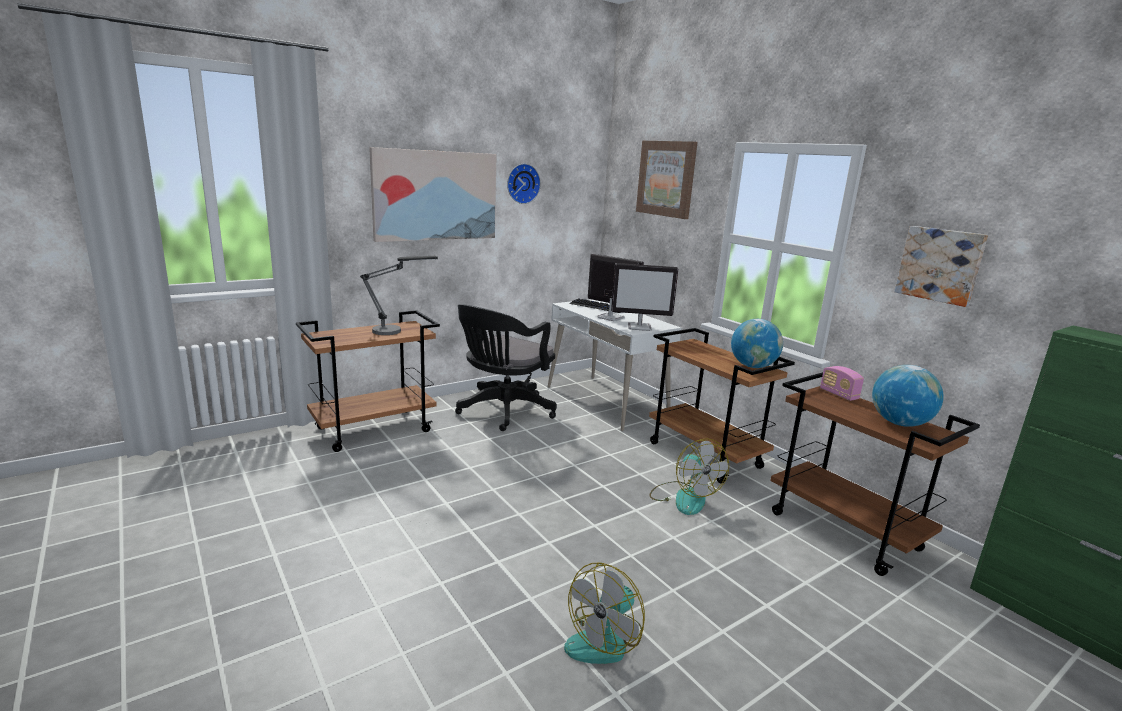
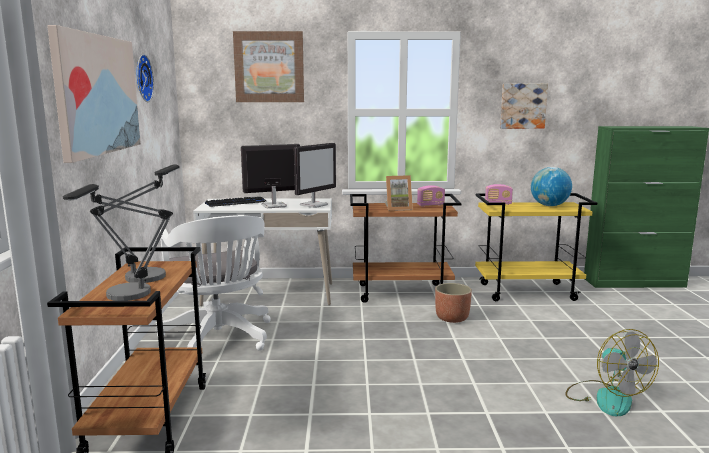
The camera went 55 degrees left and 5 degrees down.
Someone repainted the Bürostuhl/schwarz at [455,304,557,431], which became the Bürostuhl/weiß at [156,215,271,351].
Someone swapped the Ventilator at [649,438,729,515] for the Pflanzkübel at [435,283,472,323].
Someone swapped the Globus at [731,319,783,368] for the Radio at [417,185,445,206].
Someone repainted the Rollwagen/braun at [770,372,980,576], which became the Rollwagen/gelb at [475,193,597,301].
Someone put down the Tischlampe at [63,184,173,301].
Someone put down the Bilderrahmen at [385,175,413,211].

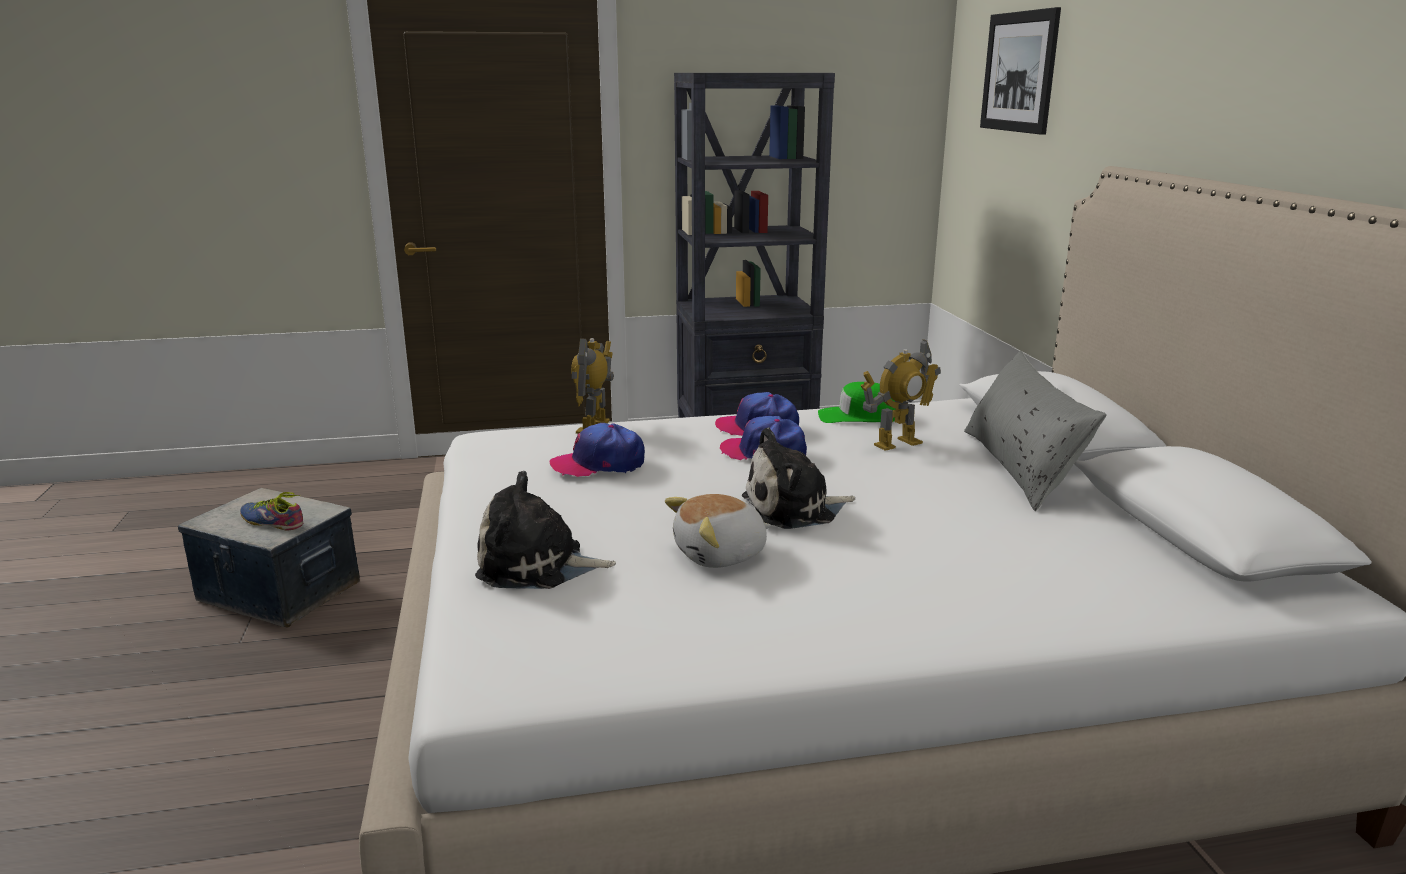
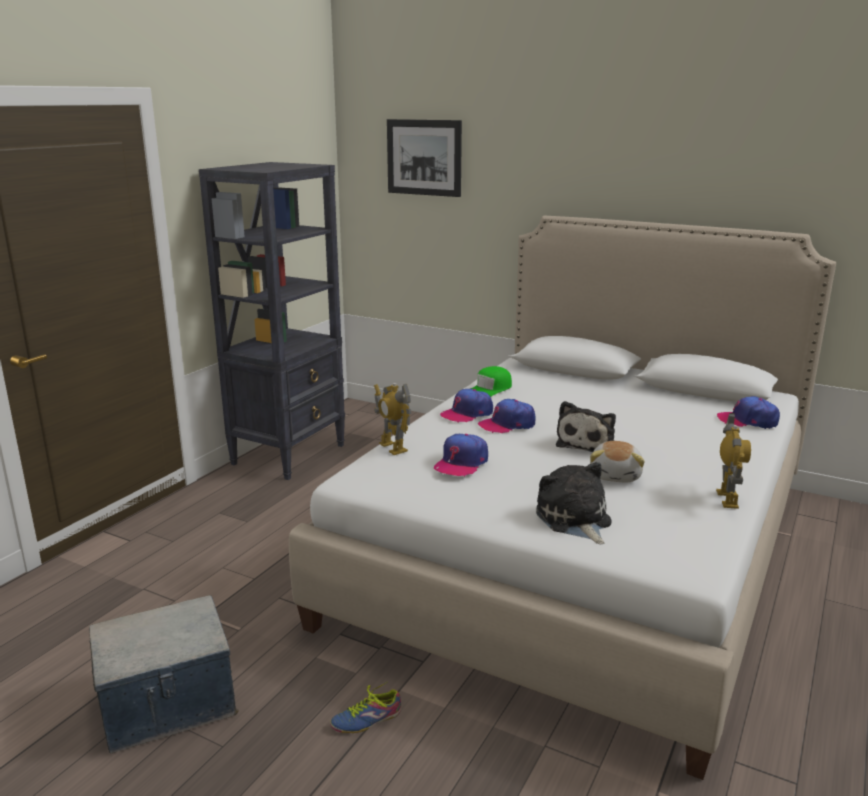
The camera went 50 degrees left and 0 degrees up.
Someone carried the Schuh from [240,492,303,530] to [330,682,401,733].
Someone rotated the Plüschtier at [475,471,616,589] by 120 degrees clockwise.
Someone carried the Spielzeugroboter from [861,339,941,451] to [716,413,751,509].
Someone took away the Kissen/grau at [964,351,1107,511].
Someone put down the Kappe at [717,396,780,429].

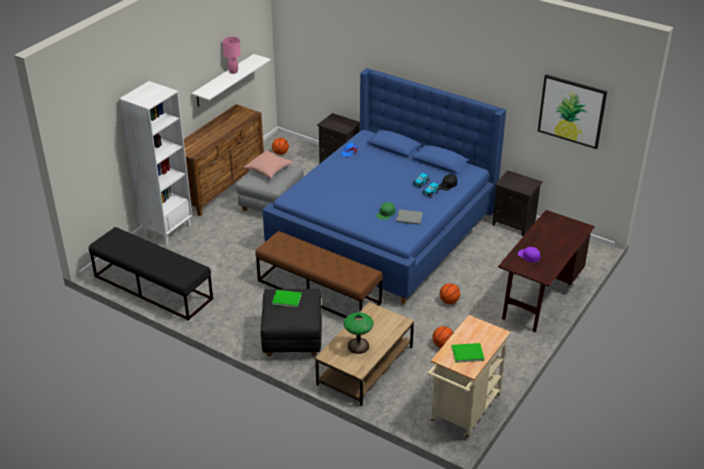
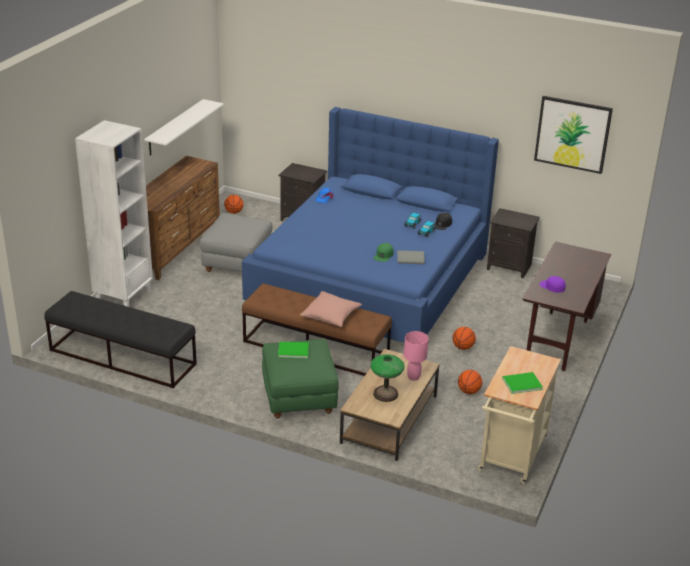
The camera went 10 degrees left and 5 degrees down.
Someone carried the Tischlampe/rosa from [223,37,241,74] to [404,331,428,381].
Someone carried the Kissen/rosa from [244,150,293,178] to [300,291,362,327].
Someone repainted the Polsterhocker/schwarz at [261,289,322,357], which became the Polsterhocker/grün at [262,339,339,418].

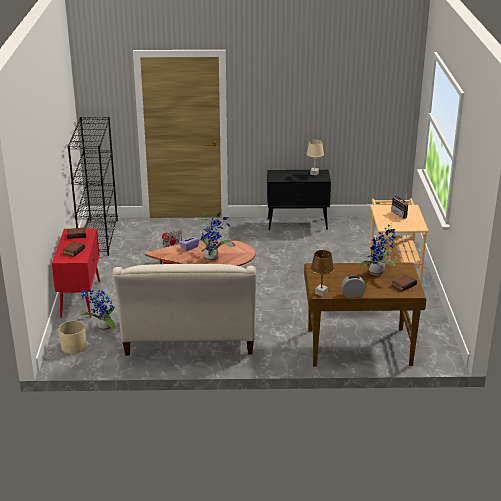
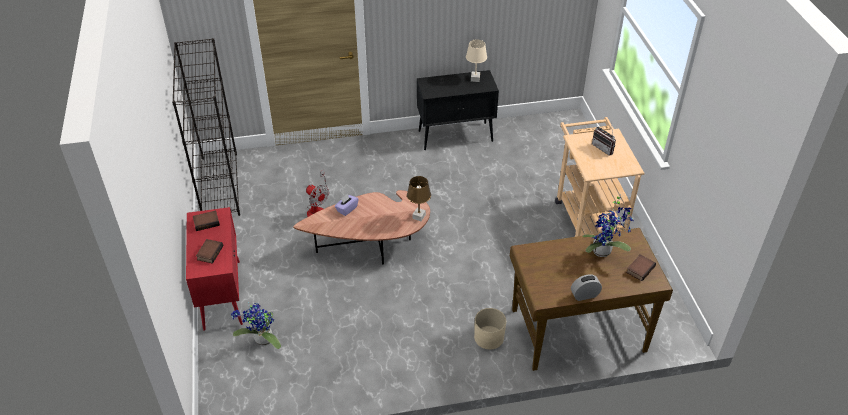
The camera went 10 degrees left and 15 degrees up.
Someone carried the Pflanzkübel/beige from [59,321,86,354] to [474,308,506,349].
Someone took away the Sofa/beige at [113,264,256,356].
Someone took away the Topfpflanze at [201,213,232,261].
Someone carried the Tischlampe/braun from [311,250,334,296] to [407,176,431,221].

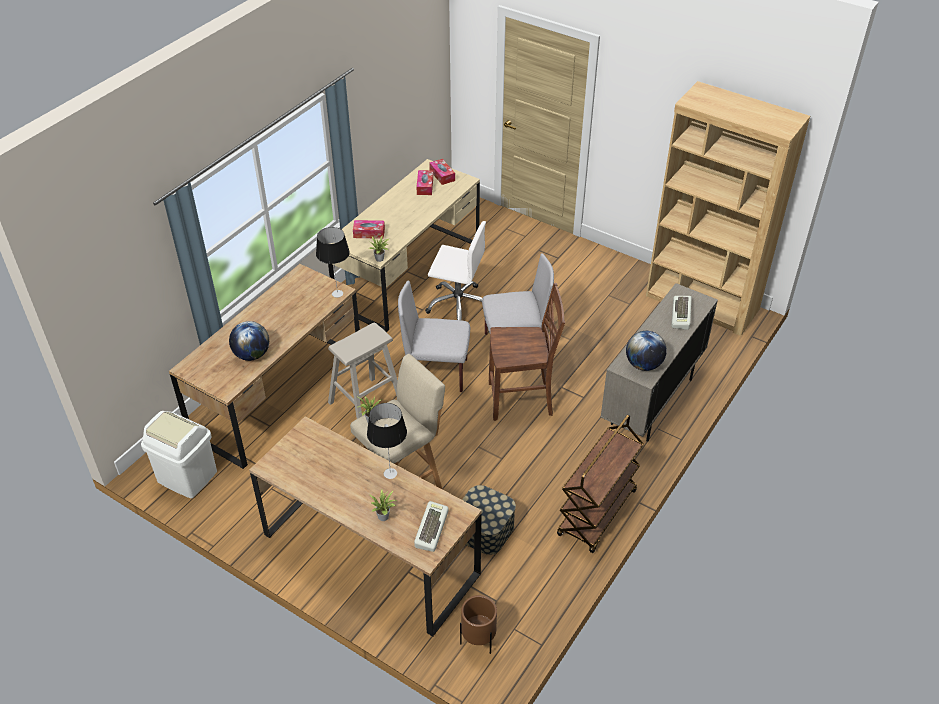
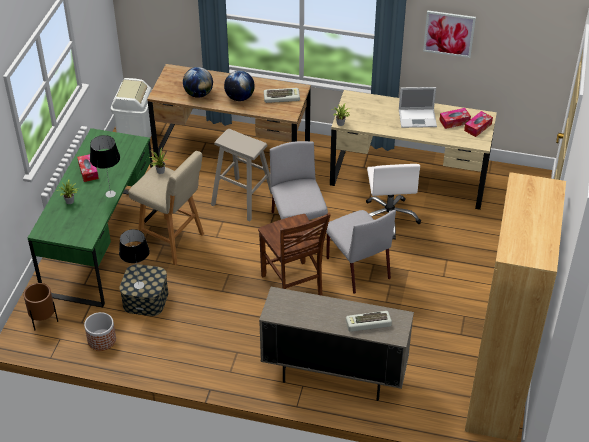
The camera went 70 degrees right and 0 degrees up.
Someone repainted the Schreibtisch/braun at [249,416,482,637], which became the Schreibtisch/grün at [28,128,153,308].
Someone carried the Tischlampe from [316,227,350,298] to [119,229,150,289].
Someone carried the Taschentuchbox from [353,220,385,239] to [77,154,99,182].
Someone carried the Tastatur from [414,501,449,552] to [264,88,300,103].
Someone took away the Rollwagen/braun at [557,415,644,553].
Someone carried the Globus from [626,331,667,371] to [224,71,255,101].
Someone put down the Pflanzkübel at [84,312,116,351].
Someone put down the Laptop at [399,87,437,128].
Someone put up the Bild at [423,10,476,58].

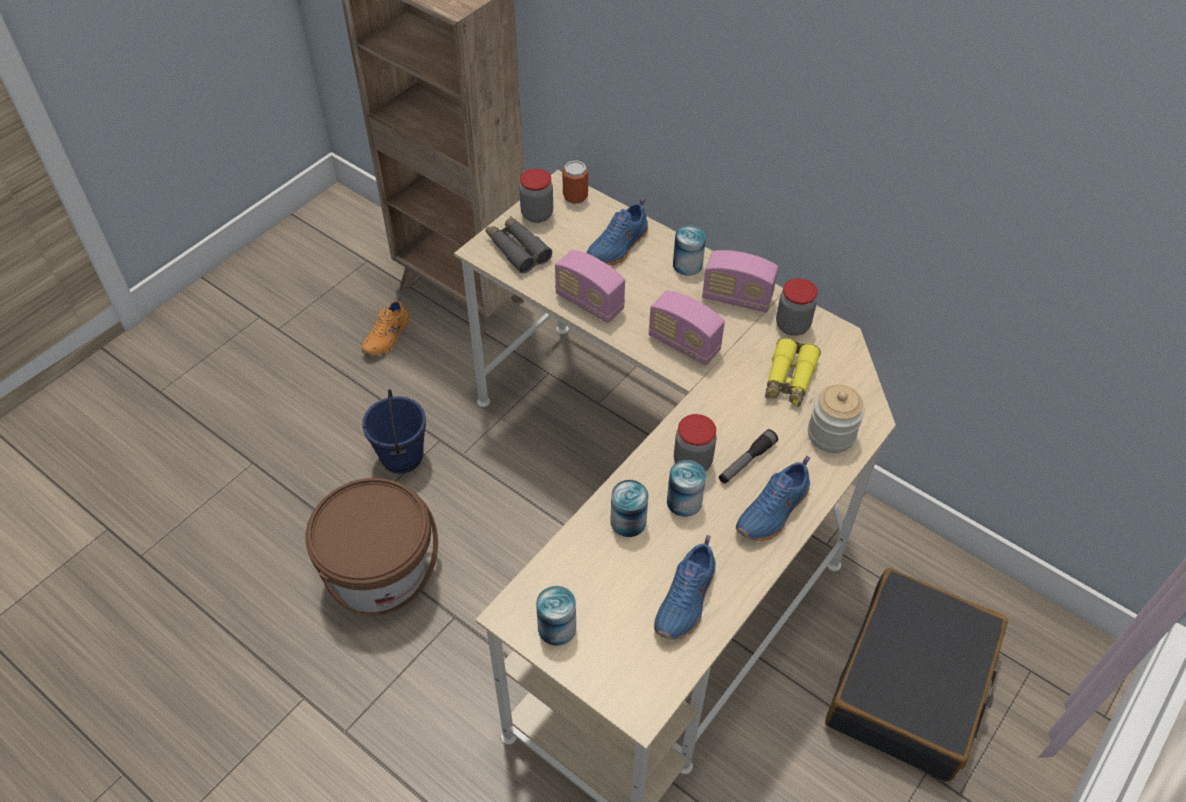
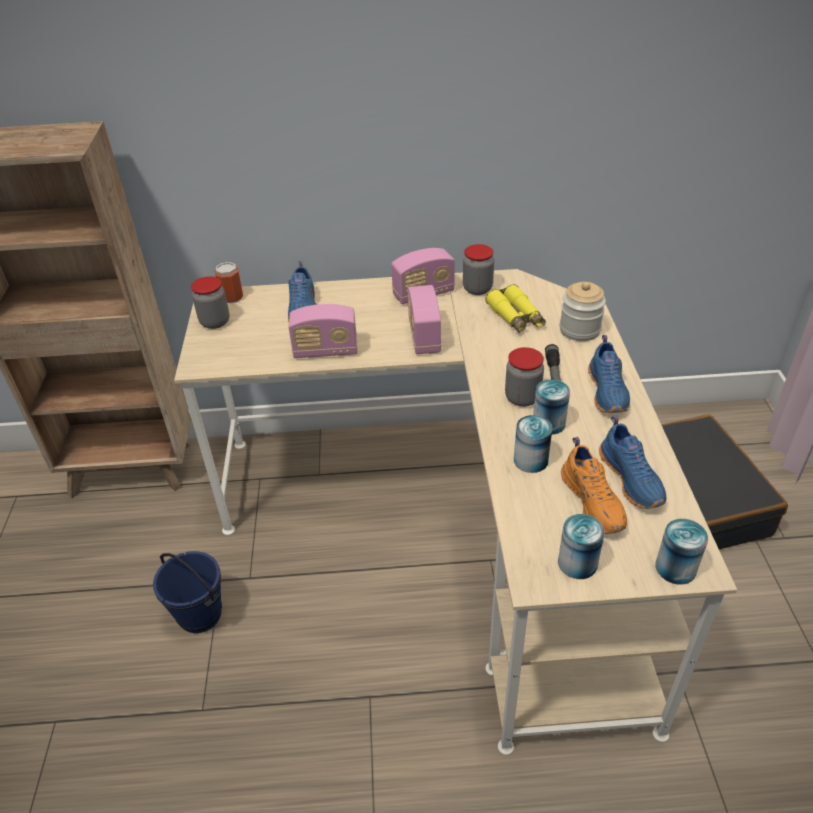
The camera went 40 degrees left and 10 degrees down.
Someone took away the Eimer/braun at [305,478,438,616].
Someone carried the Schuh/orange from [362,295,410,356] to [561,437,627,534].
Someone took away the Fernglas/grau at [485,216,552,273].
Someone rotated the Radio at [648,290,725,365] by 90 degrees clockwise.
Someone carried the Dose from [673,225,706,276] to [655,519,708,585].

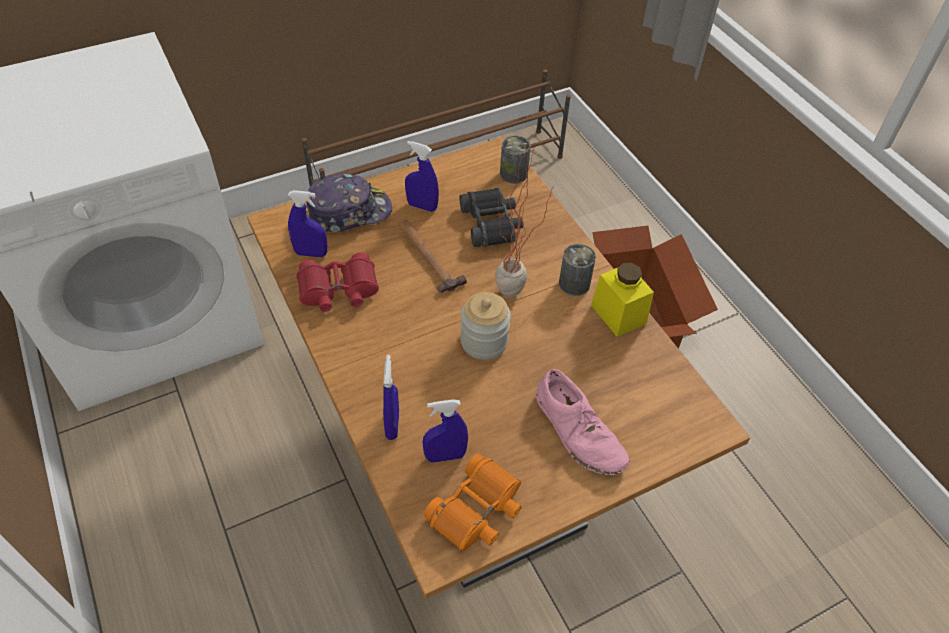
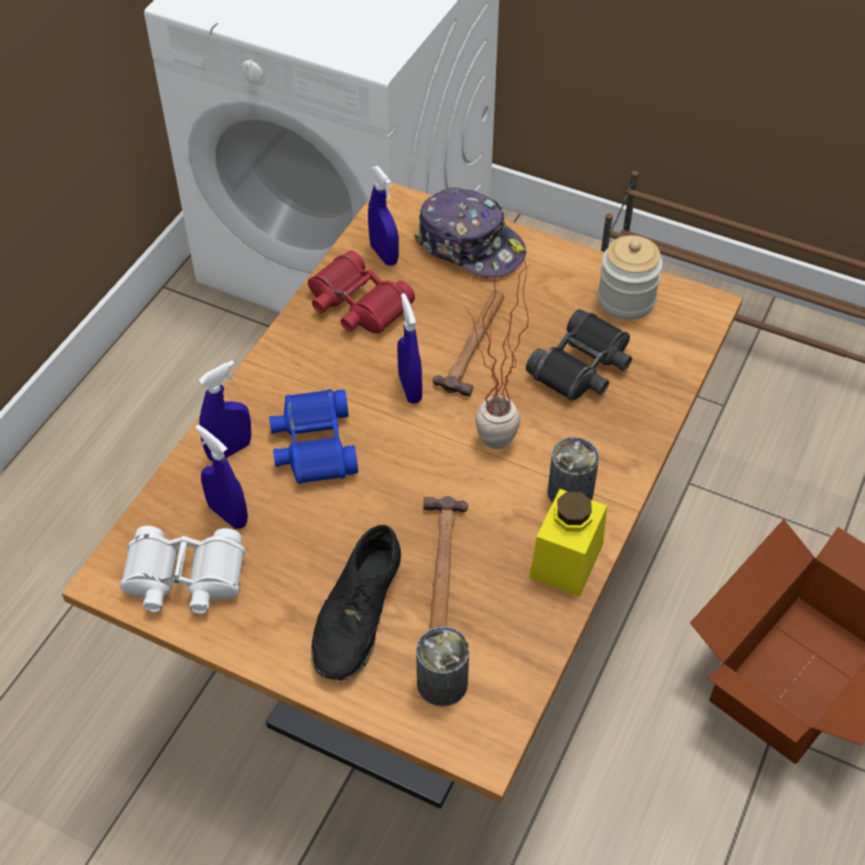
The camera went 55 degrees right and 0 degrees up.
Someone carried the Sprühflasche/blau from [405,141,439,212] to [397,293,422,404].
Someone repainted the Fernglas/orange at [424,454,521,551], which became the Fernglas/weiß at [120,526,245,614].
Someone carried the Vorratsglas from [460,292,511,360] to [598,235,663,320].
Someone carried the Dose from [500,136,531,184] to [416,627,469,707].
Someone repainted the Schuh/rosa at [536,369,630,475], which became the Schuh/schwarz at [311,525,401,680].
Someone put down the Fernglas/blau at [269,389,358,484].
Someone put down the Hammer at [423,496,468,630].

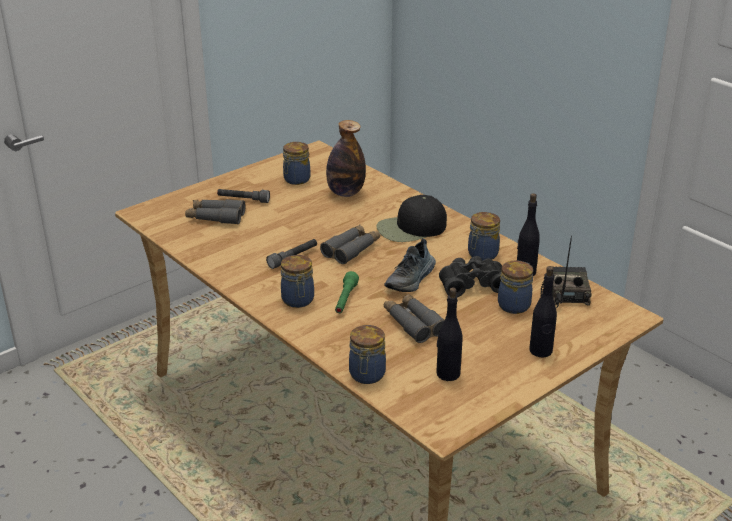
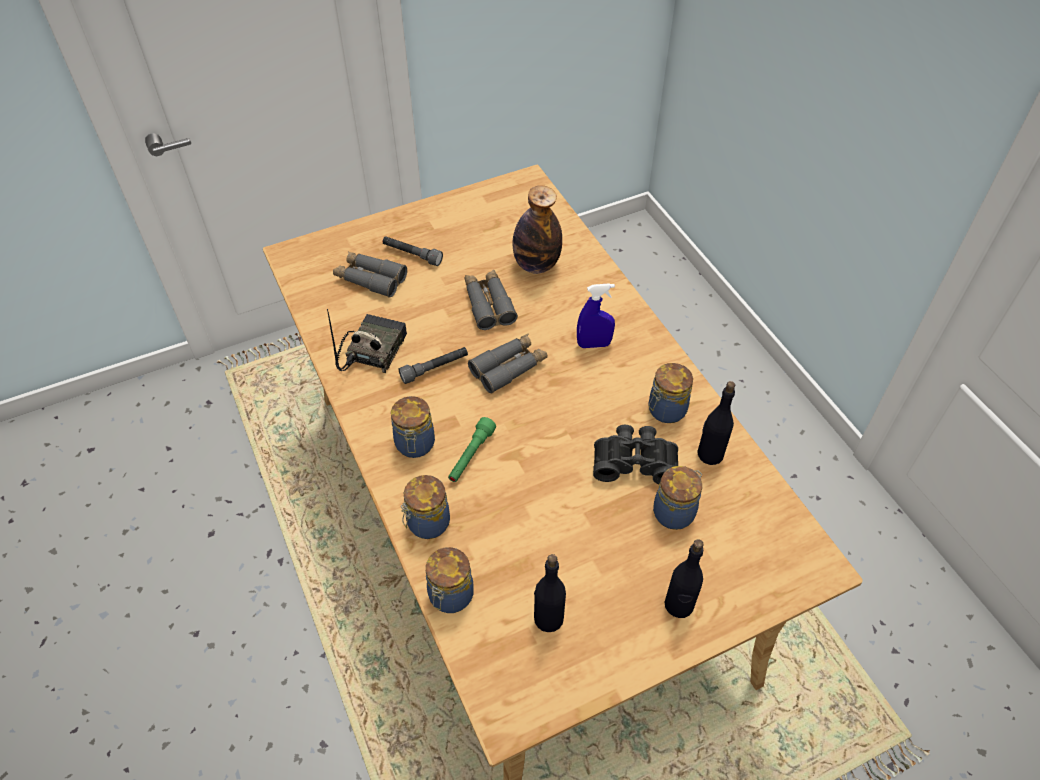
The camera went 15 degrees right and 20 degrees up.
Someone carried the Vorratsglas from [283,142,310,185] to [401,475,450,539].
Someone swapped the Kappe/schwarz at [376,195,447,242] for the Sprühflasche/blau at [577,283,615,348].
Someone took away the Schuh at [384,239,436,292].
Someone carried the Fernglas/grau from [384,294,444,343] to [465,270,518,330].
Someone carried the Radio from [541,236,592,308] to [327,309,407,373].

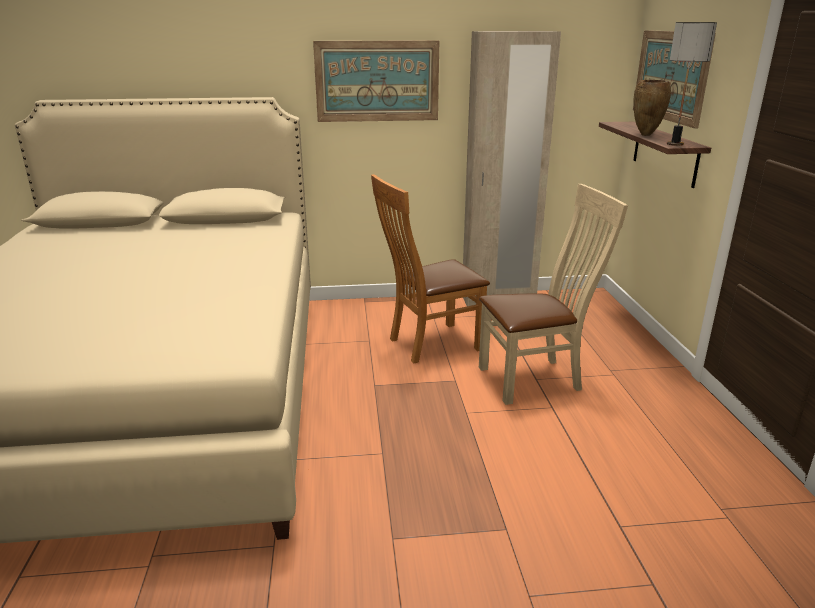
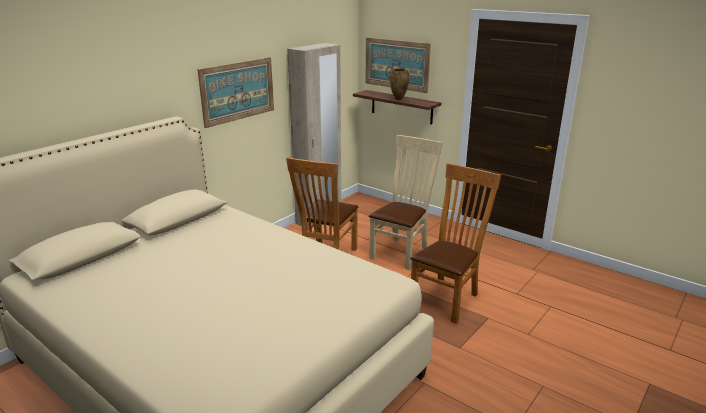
The camera went 45 degrees left and 0 degrees up.
Someone took away the Tischlampe at [667,22,717,146].
Someone put down the Stuhl/braun at [410,163,501,324].

